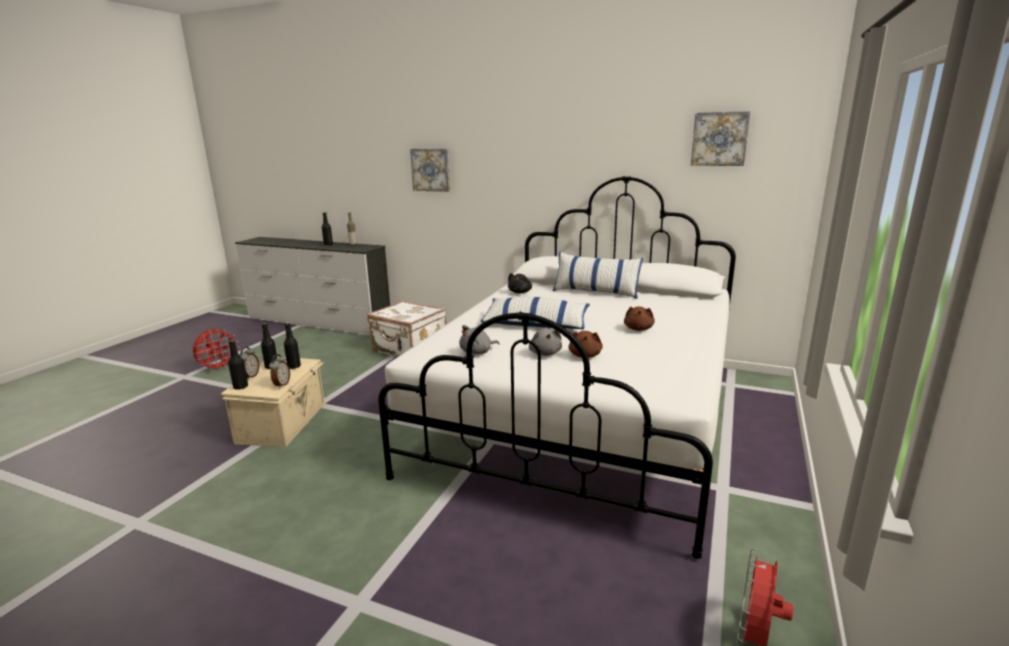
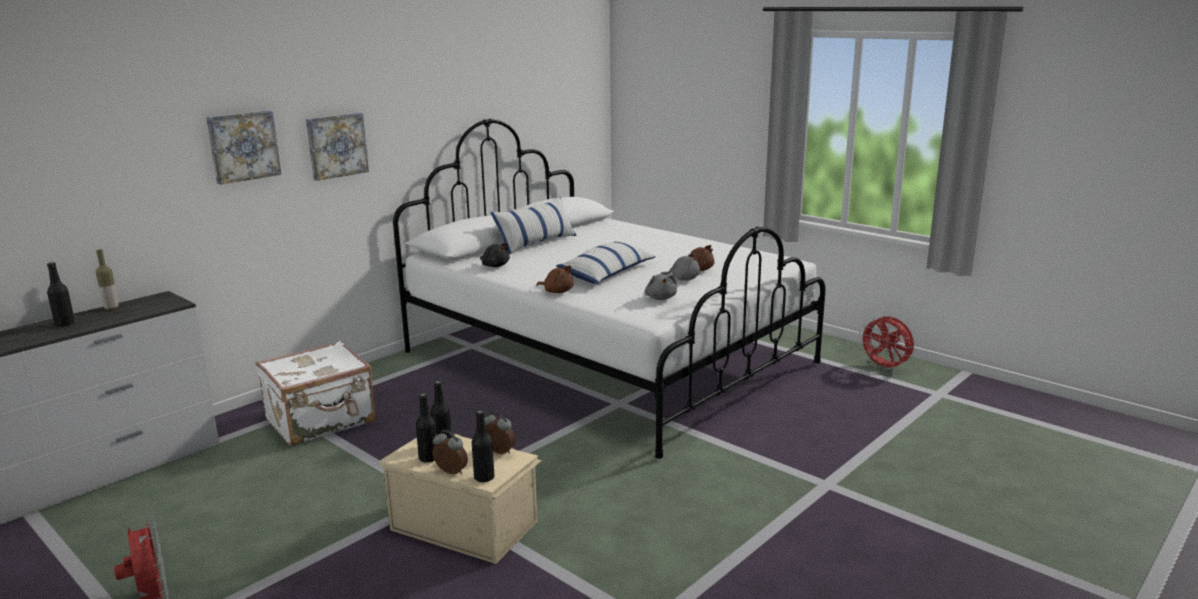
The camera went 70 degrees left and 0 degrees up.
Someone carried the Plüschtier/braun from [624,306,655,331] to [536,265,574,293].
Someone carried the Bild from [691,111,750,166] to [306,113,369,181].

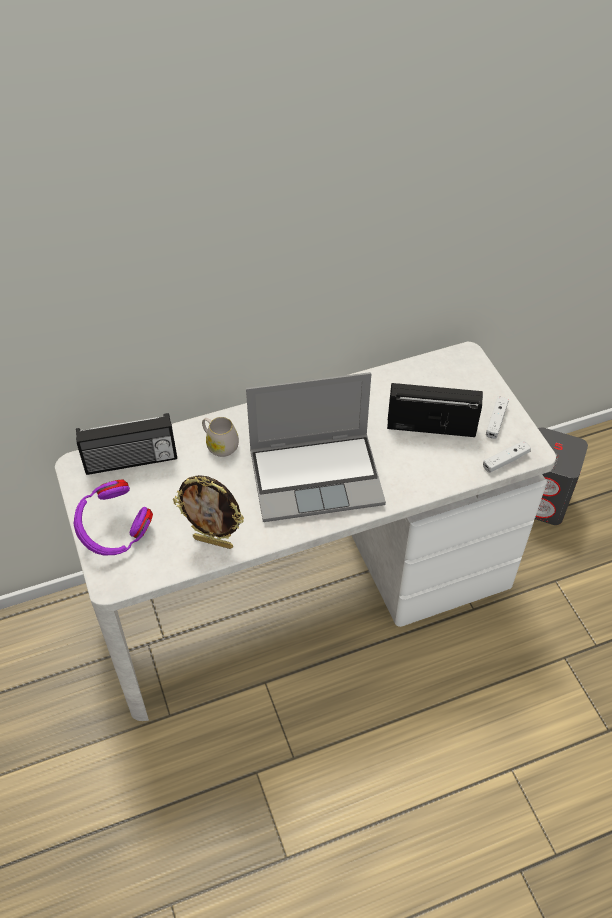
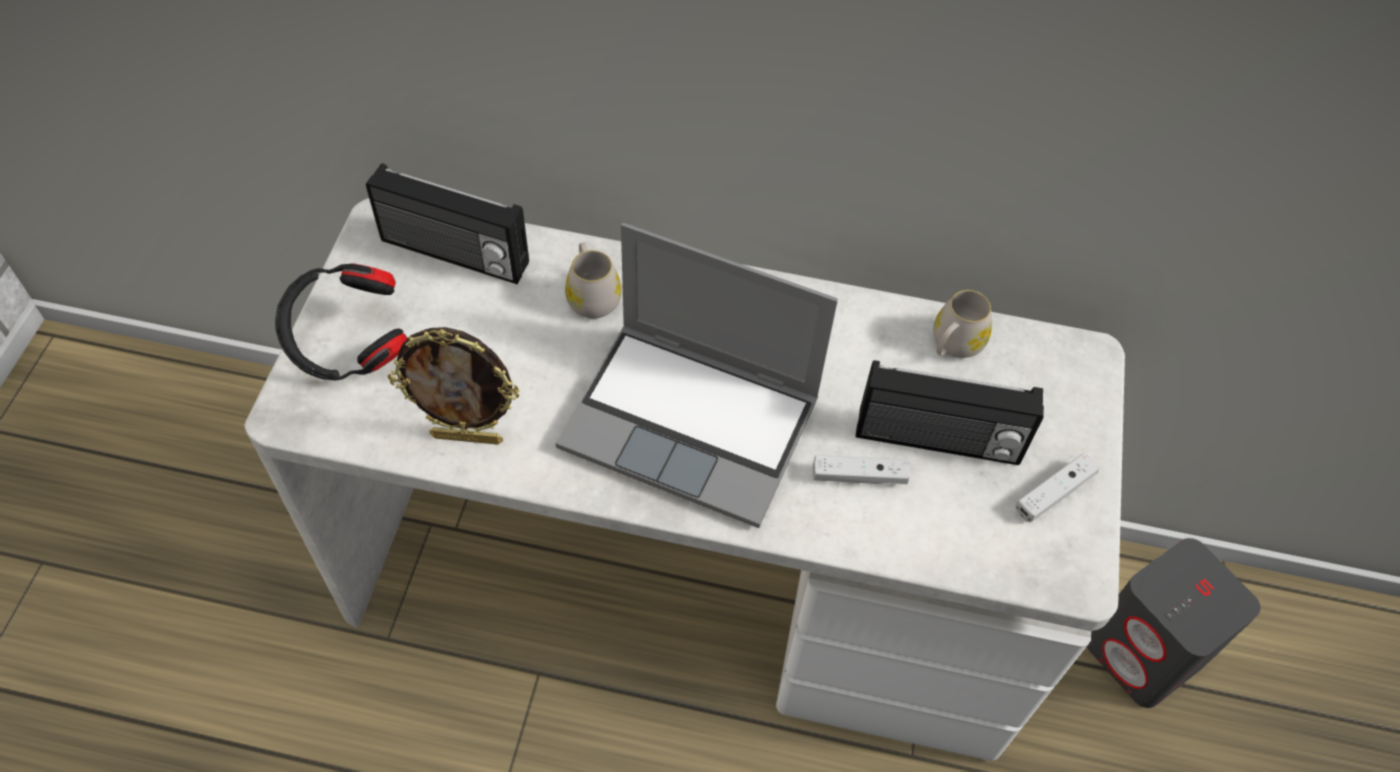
The camera went 30 degrees right and 5 degrees up.
Someone repainted the Kopfhörer/lila at [73,480,153,555], which became the Kopfhörer/schwarz at [275,263,408,380].
Someone rotated the Bilderrahmen at [173,475,244,549] by 45 degrees counterclockwise.
Someone rotated the Radio at [387,383,483,437] by 150 degrees clockwise.
Someone carried the Gamepad/weiß from [483,440,531,473] to [813,455,910,484].
Someone put down the Henkelbecher/weiß at [933,290,992,358].

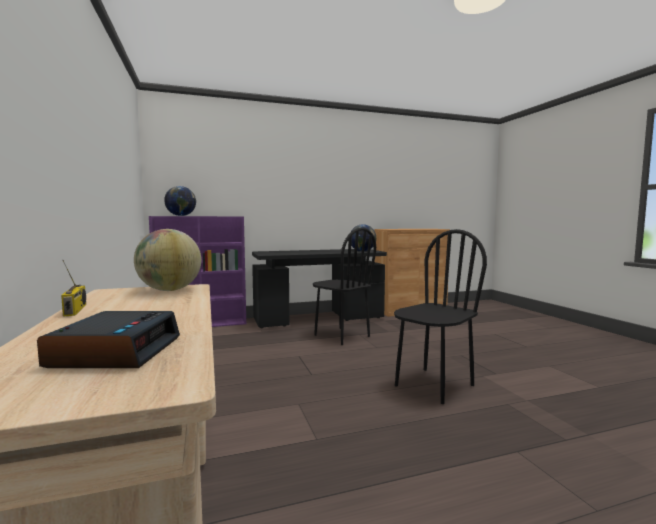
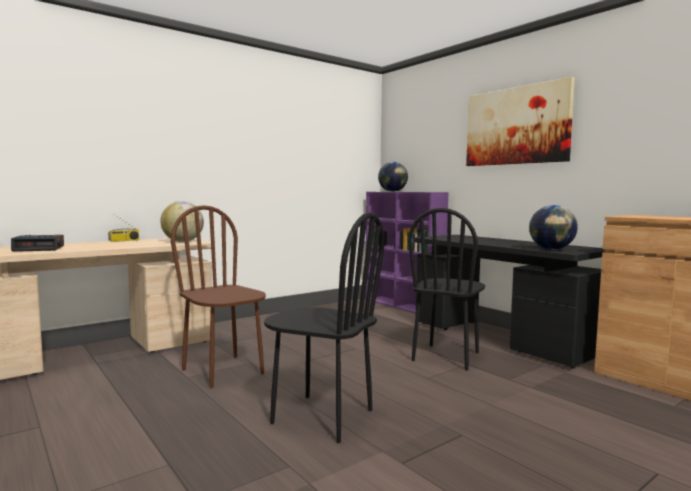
The camera went 70 degrees right and 0 degrees up.
Someone put down the Stuhl/braun at [171,205,266,388].
Someone put up the Bild at [466,77,575,166].

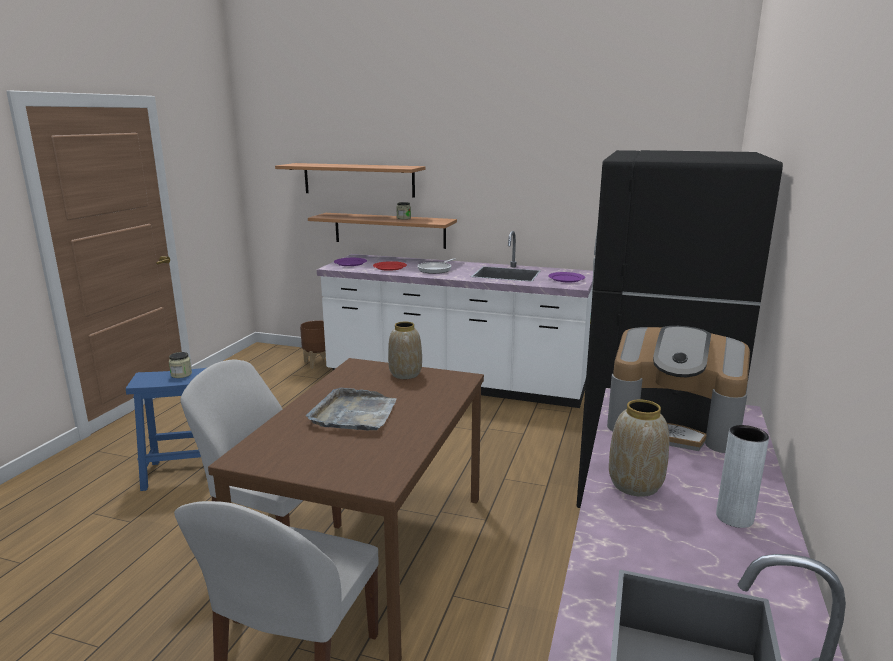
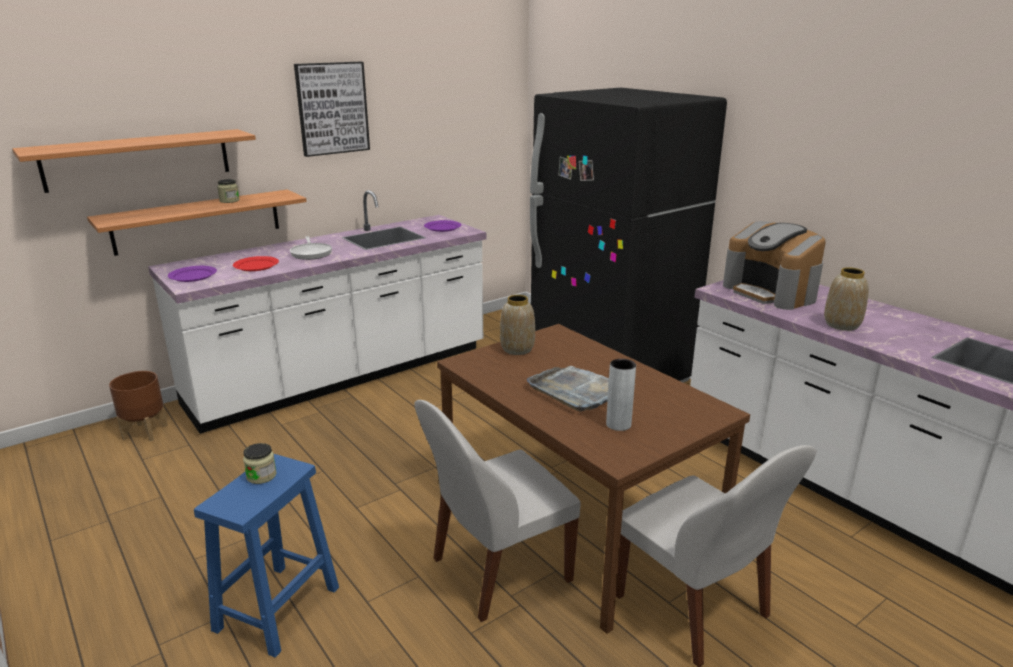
The camera went 55 degrees left and 5 degrees up.
Someone rotated the Kaffeemaschine at [607,326,750,453] by 90 degrees clockwise.
Someone carried the Vase/grau from [716,425,769,528] to [606,359,636,431].
Someone put up the Bild at [294,62,370,157].

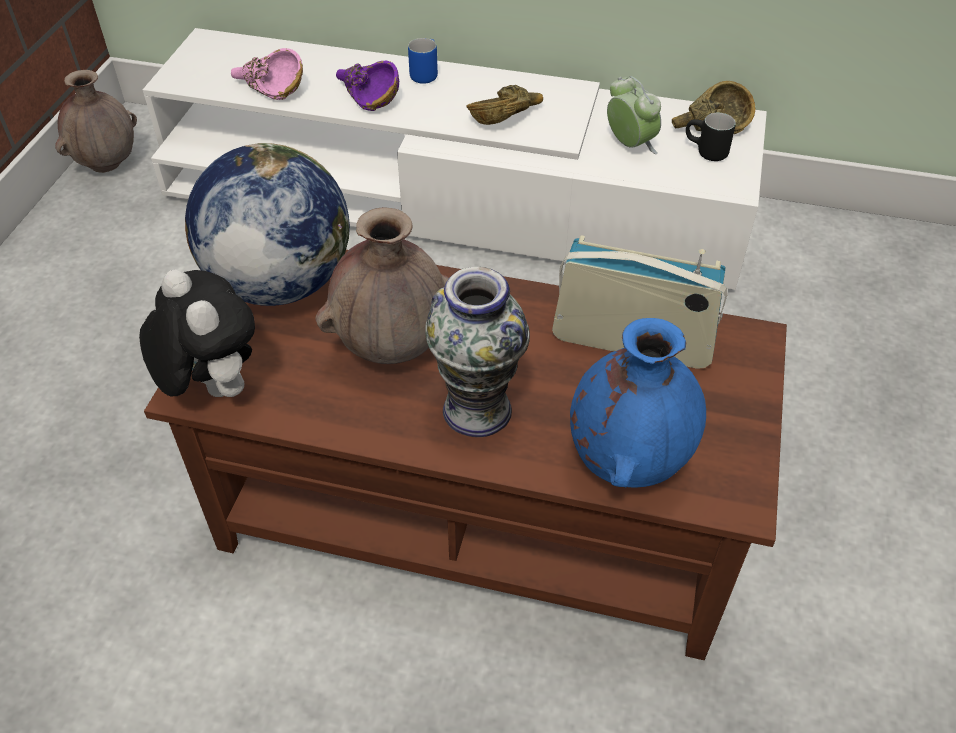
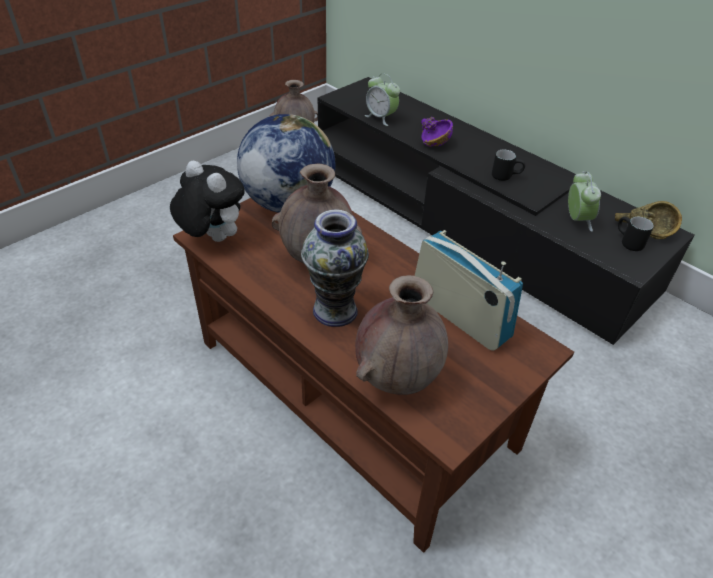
The camera went 30 degrees right and 5 degrees down.
Someone rotated the Plüschtier at [139,269,255,397] by 45 degrees counterclockwise.
Someone repainted the Fernsehschrank/weiß at [143,28,767,290], which became the Fernsehschrank/schwarz at [318,77,694,345].
Someone swapped the Schüssel/rosa at [231,48,303,100] for the Wecker at [365,73,400,126].
Someone took away the Henkelbecher/blau at [408,38,438,84].
Someone swapped the Schüssel/braun at [466,85,543,125] for the Henkelbecher/schwarz at [492,149,525,181].
Someone repainted the Vase/blau at [570,318,706,488], which became the Vase/braun at [355,275,448,395].

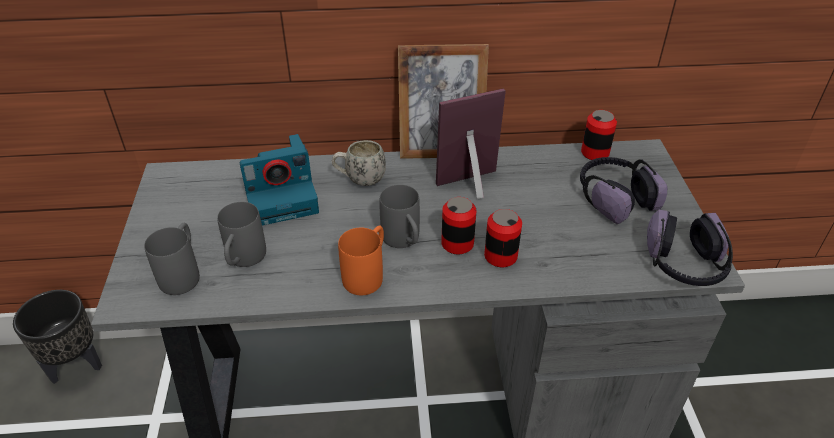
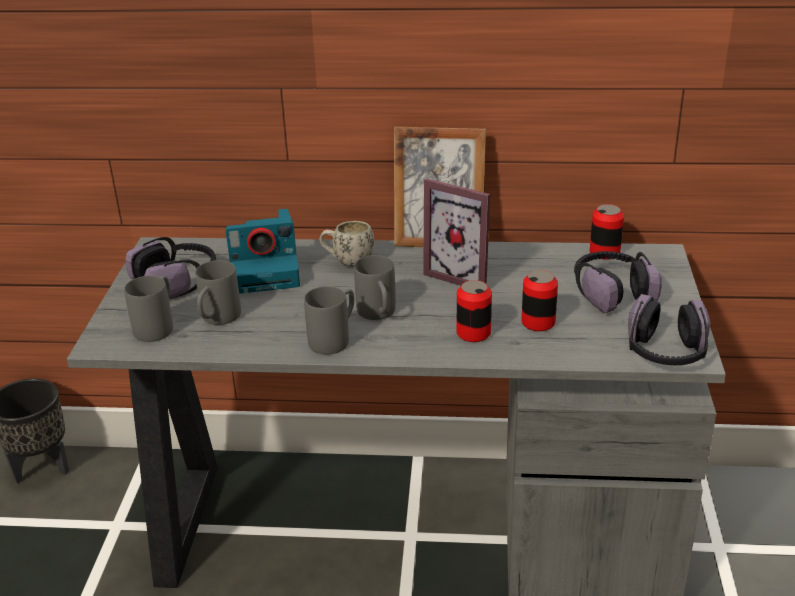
The camera went 10 degrees right and 10 degrees down.
Someone repainted the Henkelbecher/orange at [338,226,384,295], which became the Henkelbecher/grau at [304,286,354,355].
Someone rotated the Bilderrahmen at [436,88,506,199] by 135 degrees counterclockwise.
Someone carried the Dose from [441,197,477,254] to [521,270,558,331].
Someone put down the Kopfhörer at [125,237,216,298].

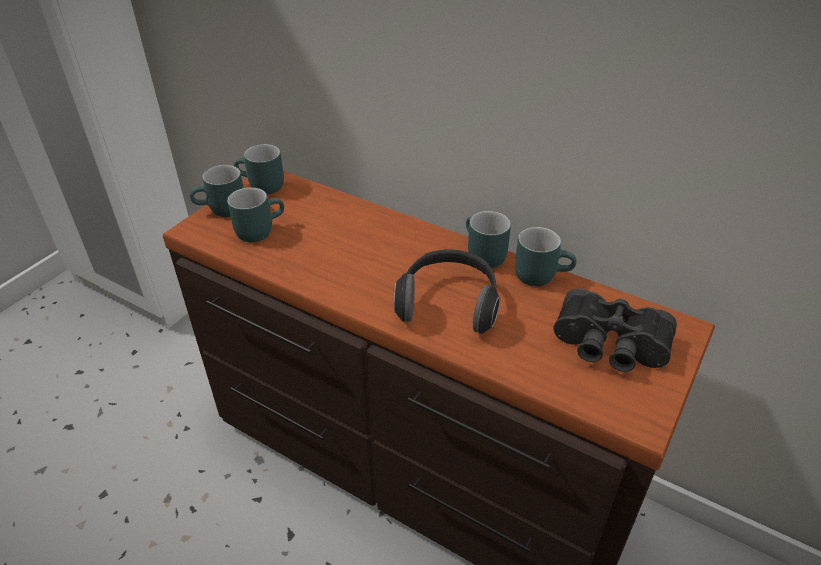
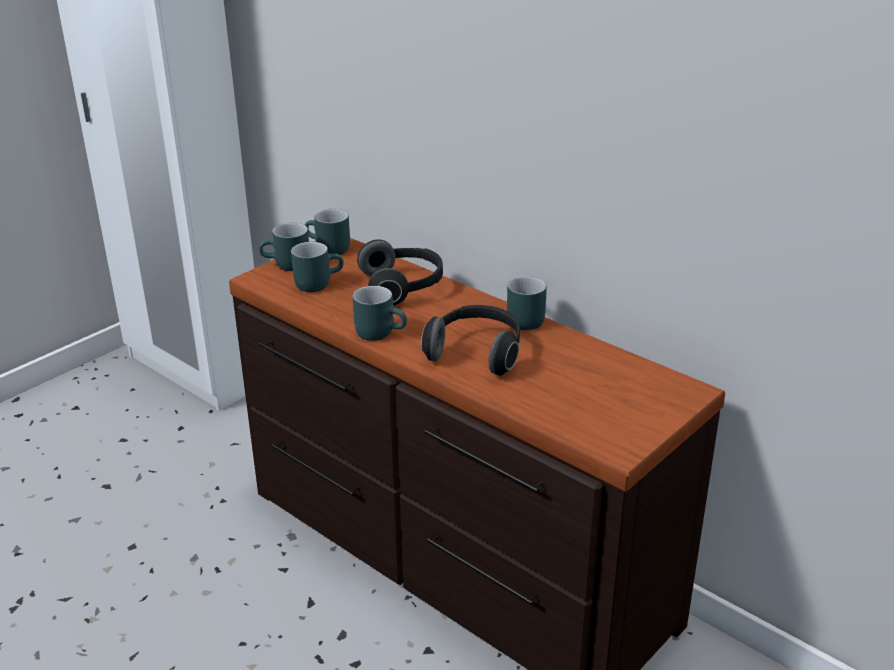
The camera went 10 degrees right and 10 degrees down.
Someone carried the Henkelbecher/türkis from [515,227,577,286] to [353,286,407,341].
Someone took away the Fernglas/schwarz at [554,289,677,372].
Someone put down the Kopfhörer at [357,239,443,306].

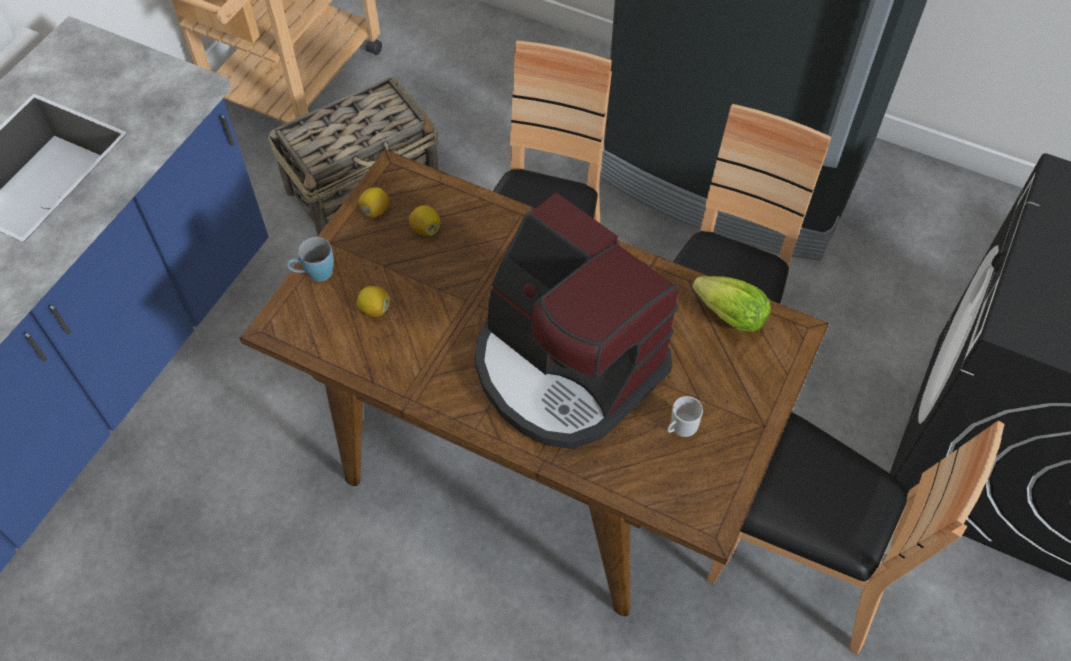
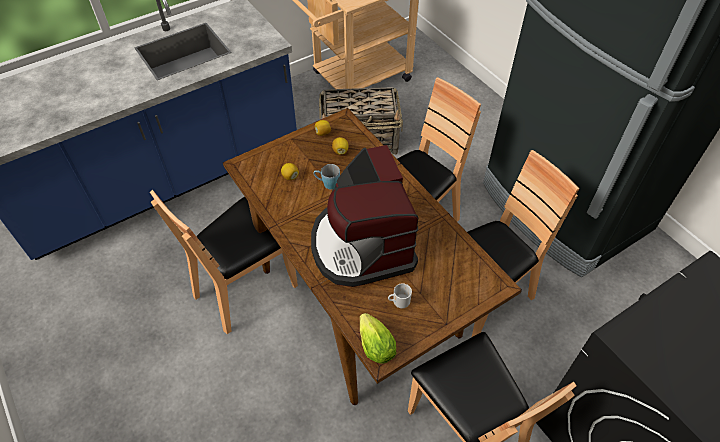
The camera went 30 degrees right and 5 degrees down.
Someone carried the Henkelbecher/blau from [287,237,334,281] to [314,164,340,190].
Someone carried the Salatkopf from [692,276,771,332] to [360,313,396,364].
Someone put down the Stuhl/braun at [150,190,298,334].

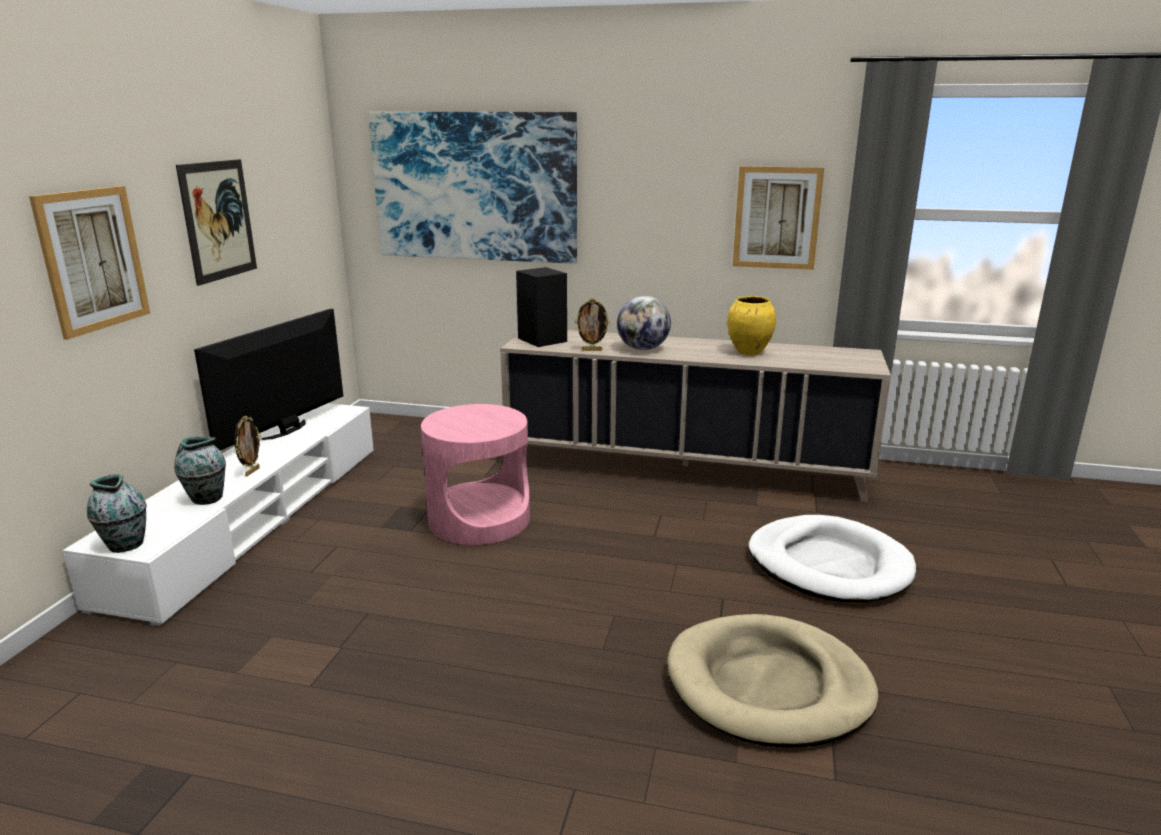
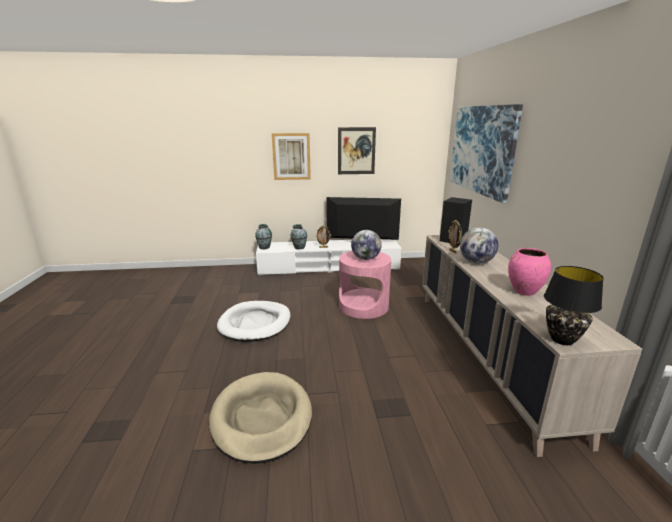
The camera went 70 degrees right and 0 degrees up.
Someone repainted the Vase/gelb at [727,296,776,355], which became the Vase/rosa at [508,248,551,296].
Someone took away the Bild at [733,166,824,270].
Someone carried the Hundebett/weiß from [748,515,916,602] to [217,301,291,342].
Someone put down the Globus at [351,230,382,260].
Someone put down the Tischlampe/schwarz at [544,266,604,345].

